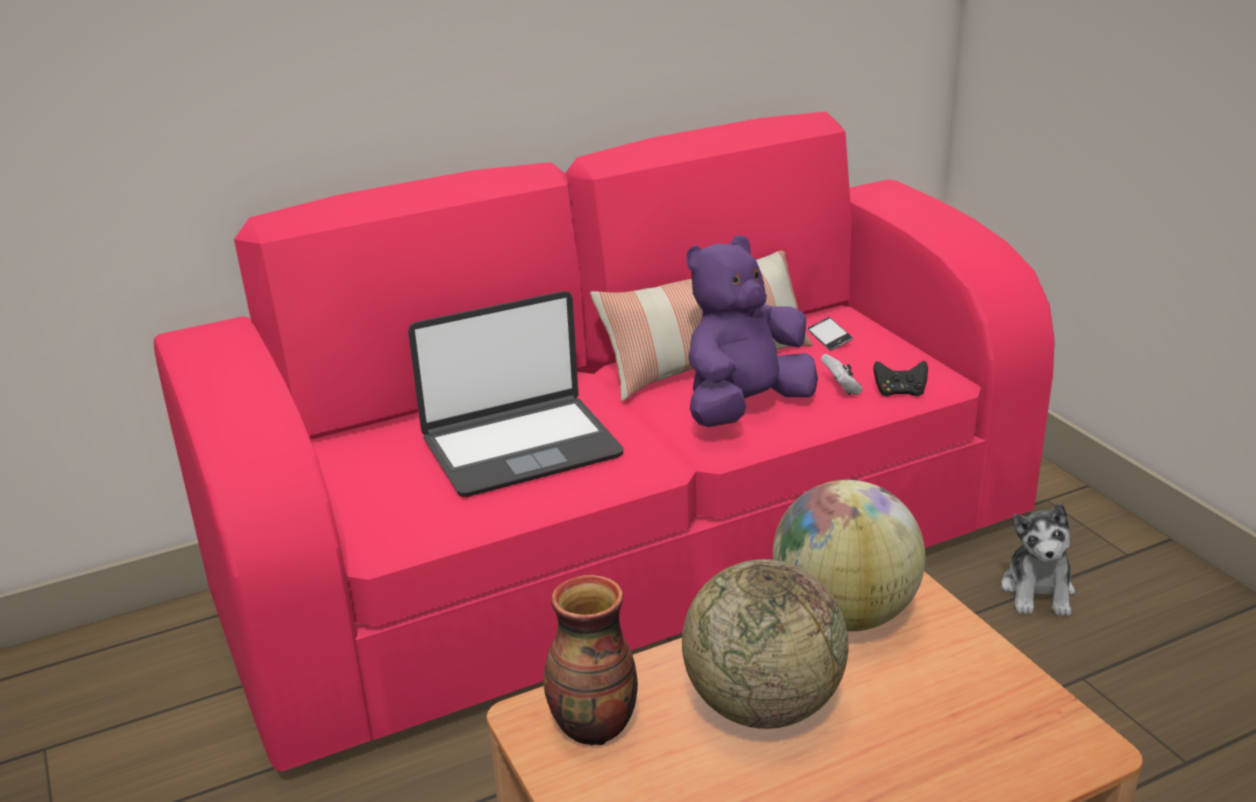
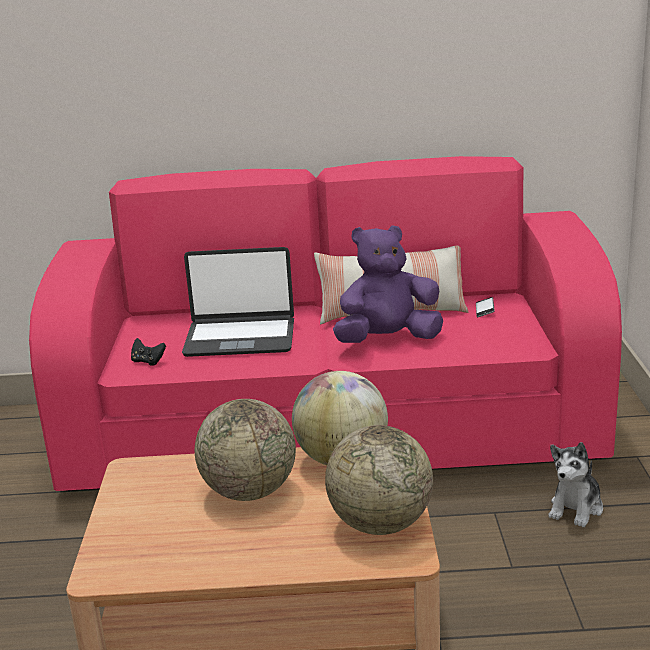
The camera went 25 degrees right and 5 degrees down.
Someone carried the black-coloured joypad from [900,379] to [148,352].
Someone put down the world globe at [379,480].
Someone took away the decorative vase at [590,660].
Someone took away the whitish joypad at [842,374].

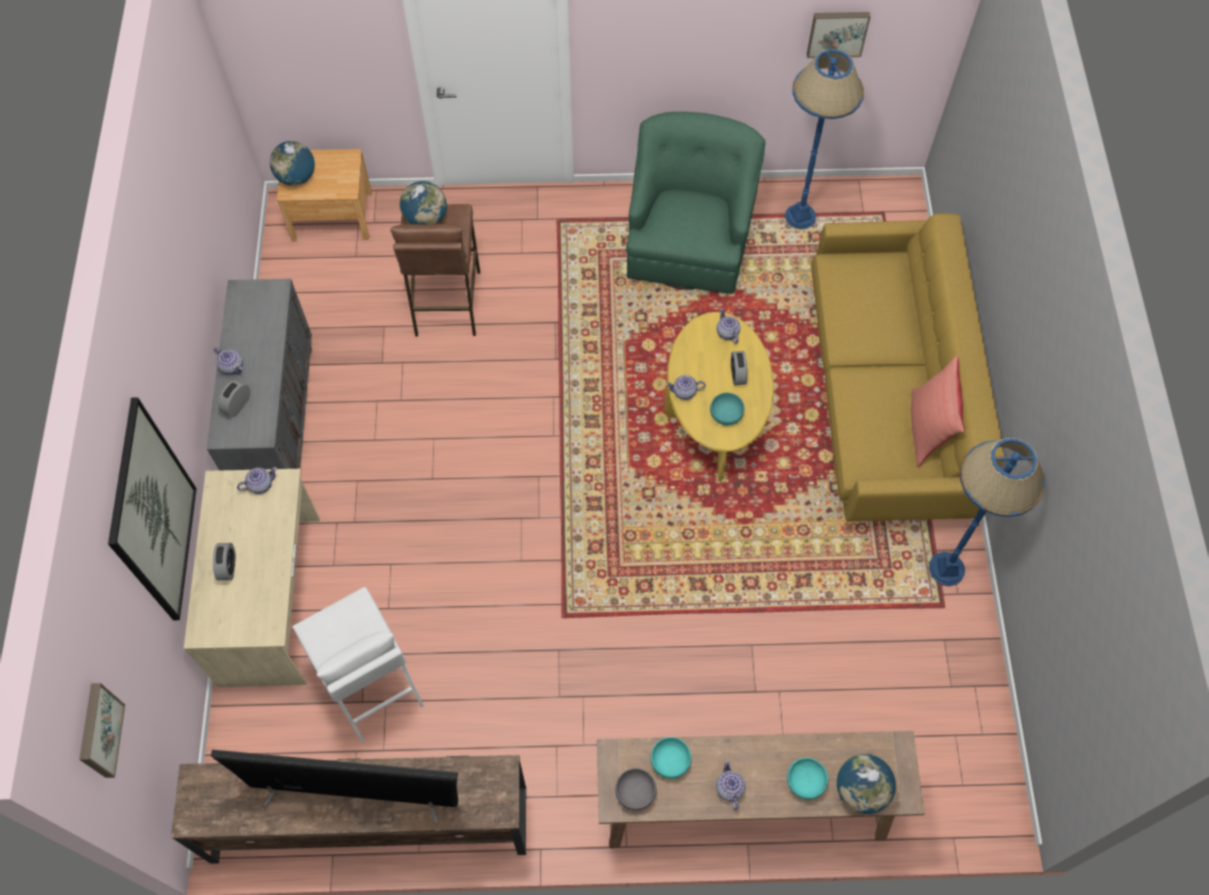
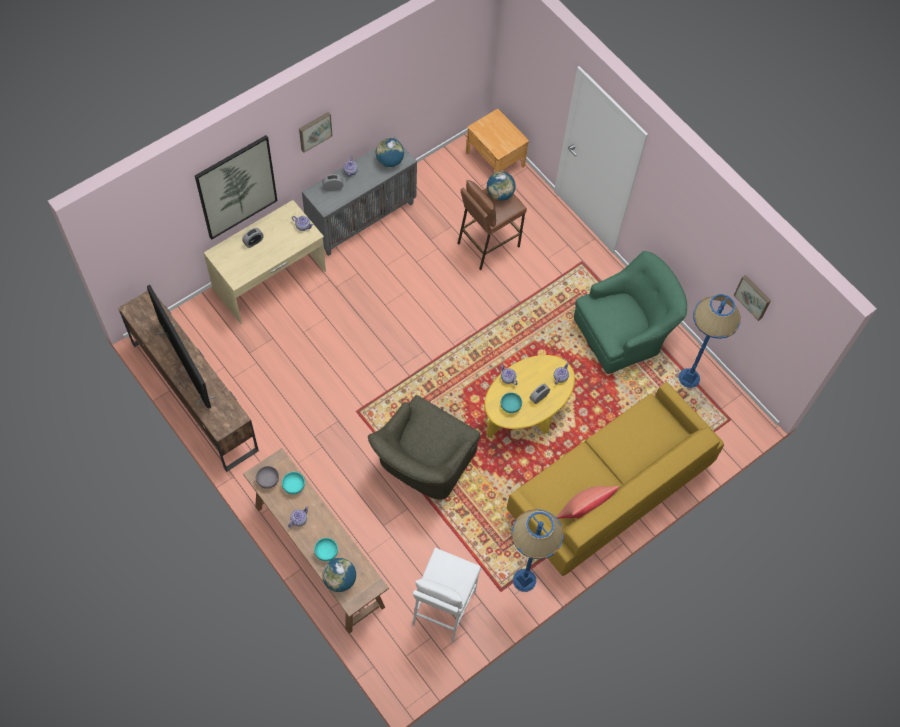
The camera went 50 degrees right and 0 degrees up.
Someone carried the wall picture from [102,730] to [315,132].
Someone put down the greenish easy chair at [424,447].
Someone carried the world globe from [292,163] to [390,152].
Someone carried the whitish sitting stool from [358,664] to [446,595].

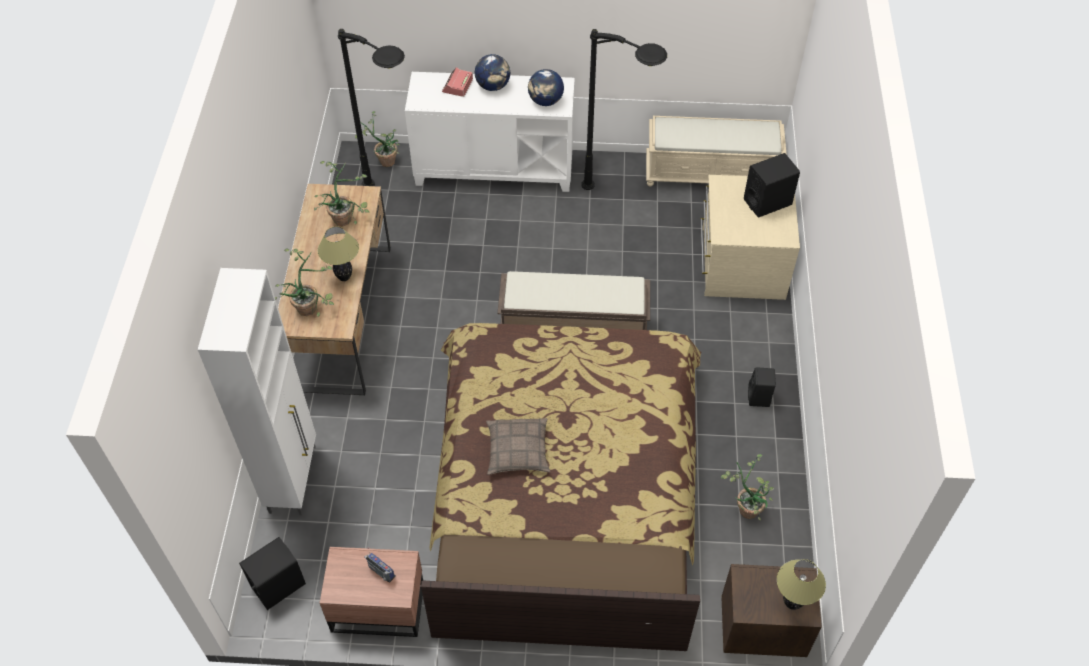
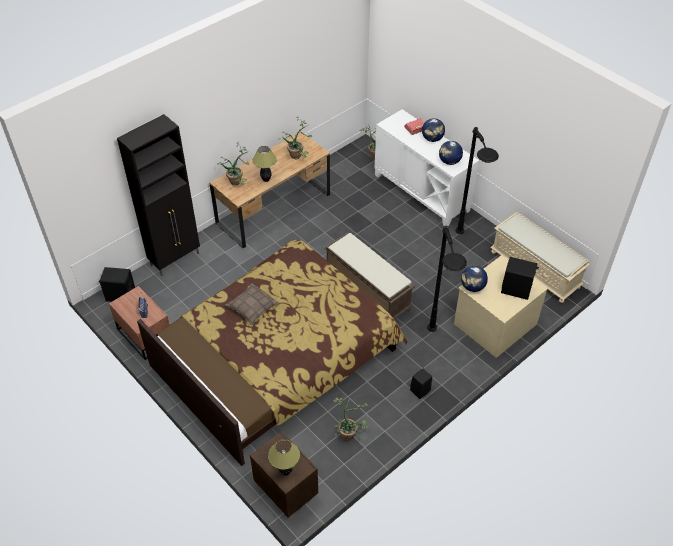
The camera went 45 degrees right and 5 degrees down.
Someone repainted the whitish cabinet at [257,391], which became the black-coloured cabinet at [158,195].
Someone carried the black-coloured floor lamp from [371,107] to [447,279].
Someone put down the world globe at [474,279].

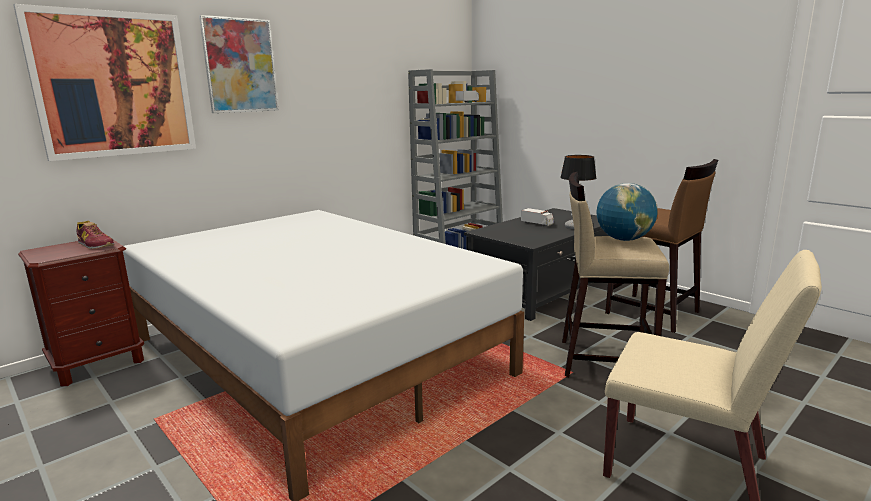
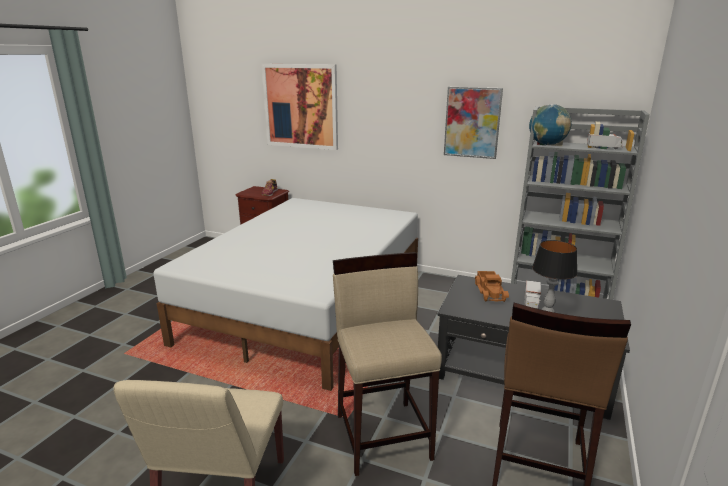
The camera went 65 degrees right and 5 degrees up.
Someone carried the wall picture from [238,64] to [473,123].
Someone put down the model truck at [492,286].
Someone carried the world globe from [627,212] to [550,124].

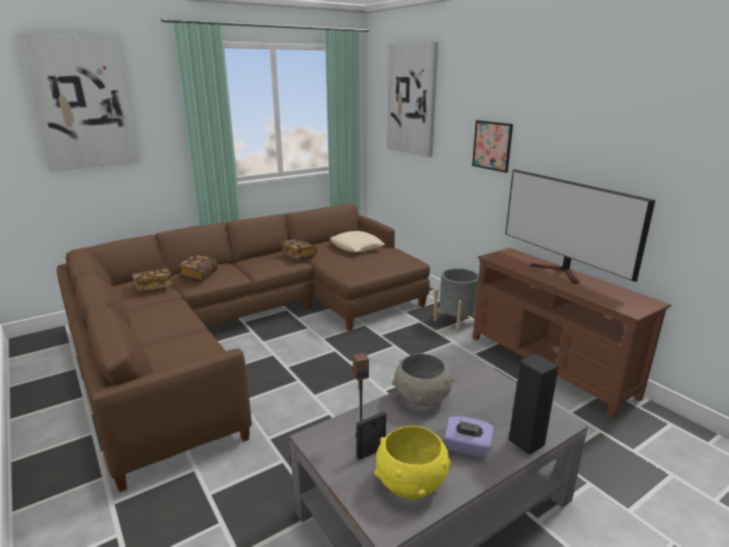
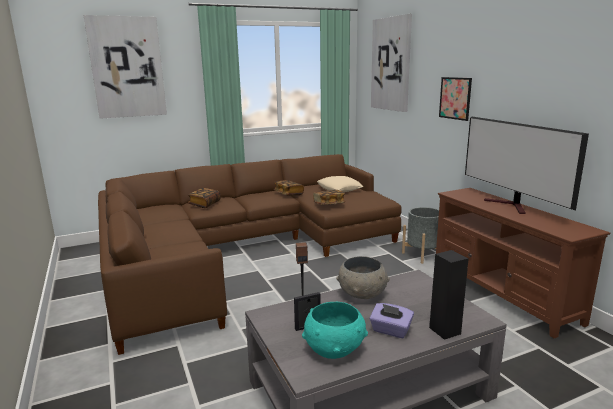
The camera went 10 degrees right and 5 degrees down.
Someone repainted the yellow-coloured deep dish at [412,462], which became the turquoise-coloured deep dish at [335,330].
Someone carried the volume from [152,279] to [329,197].

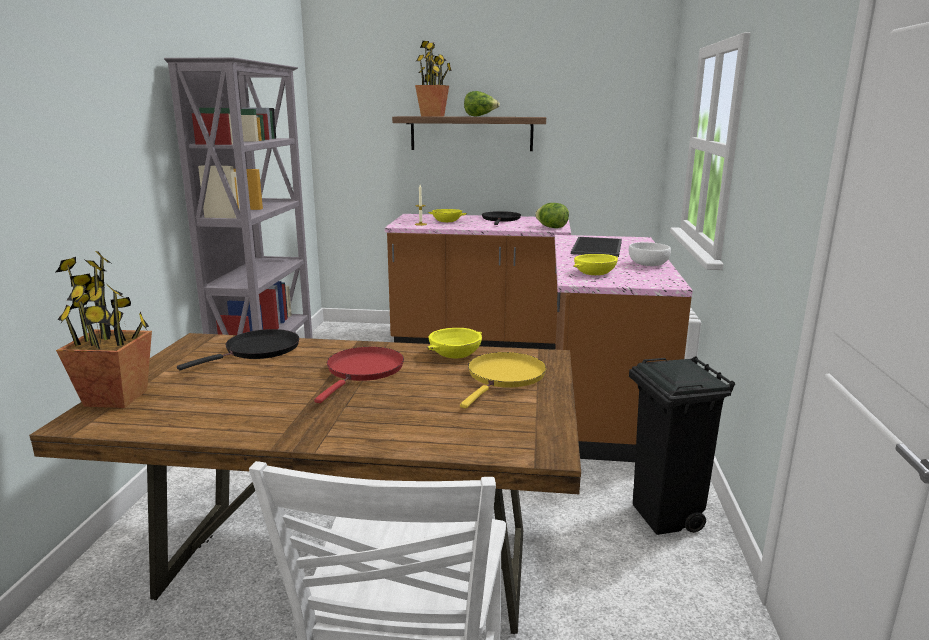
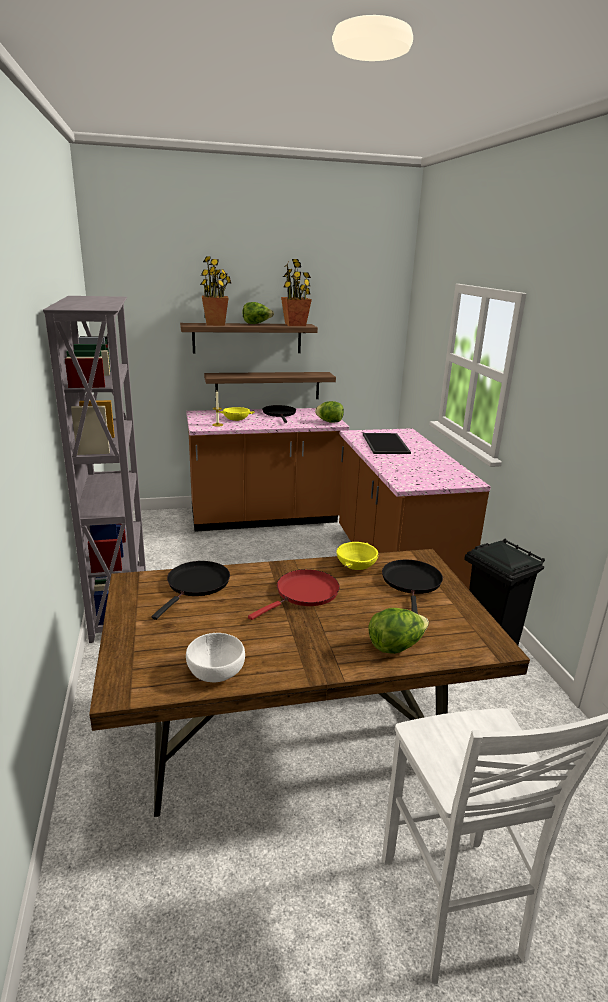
The camera went 20 degrees left and 5 degrees up.
Someone carried the whitish deep dish from [650,254] to [215,657].
Someone put up the wall shelf at [270,385].
Someone rotated the red pan at [359,375] by 45 degrees clockwise.
Someone carried the potted plant from [103,329] to [296,292].
Someone put down the head of lettuce at [399,631].
Someone repainted the yellow-coloured pan at [503,380], which became the black-coloured pan at [412,587].
Someone took away the yellow-coloured deep dish at [595,264].

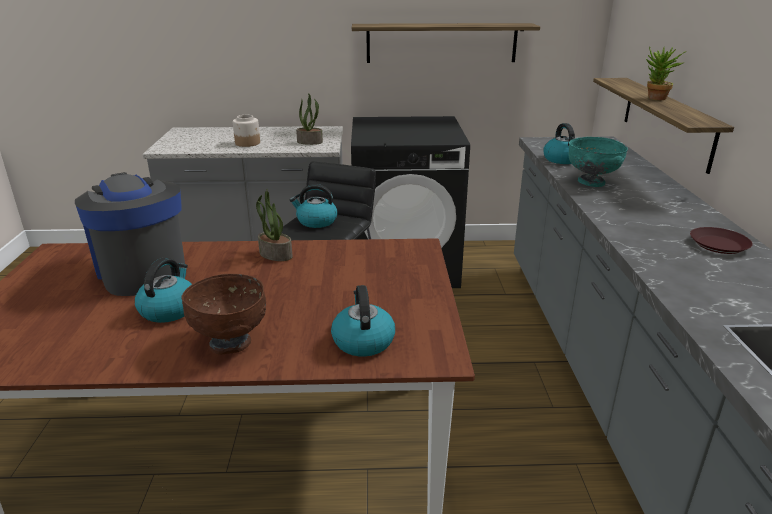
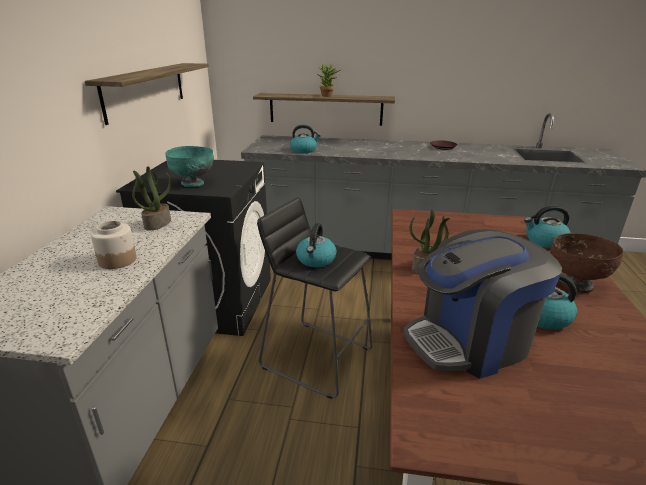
The camera went 80 degrees left and 0 degrees up.
Someone carried the turquoise-coloured deep dish from [598,162] to [189,166].

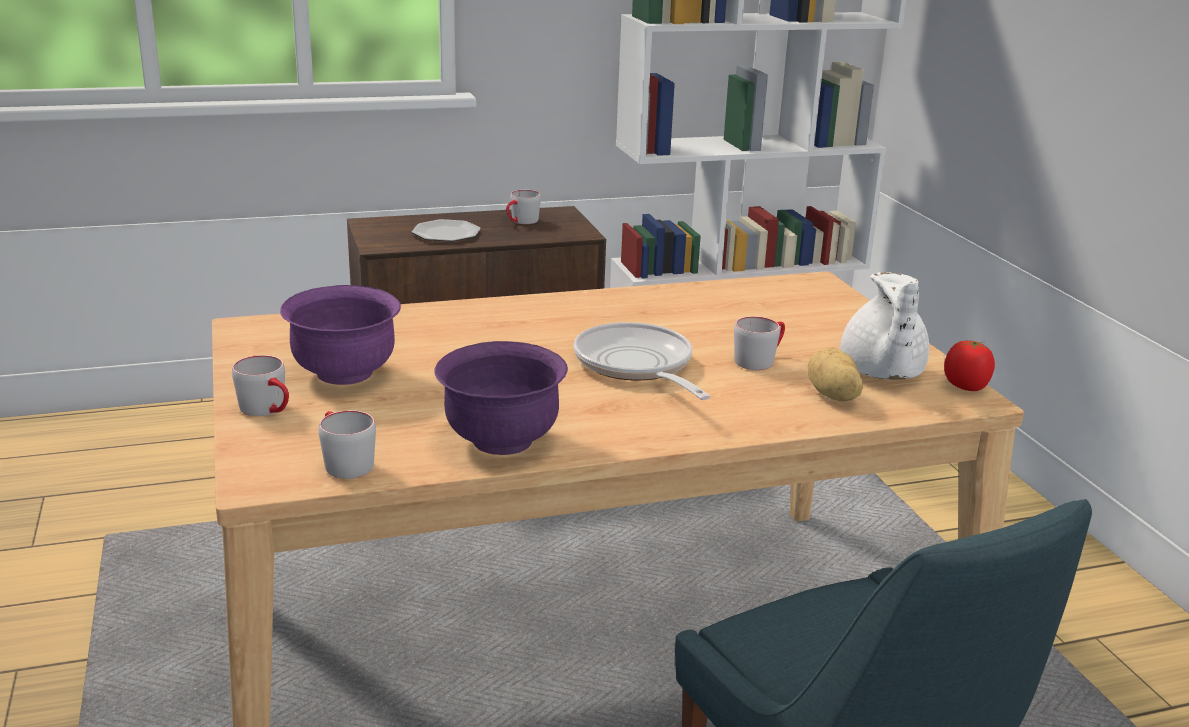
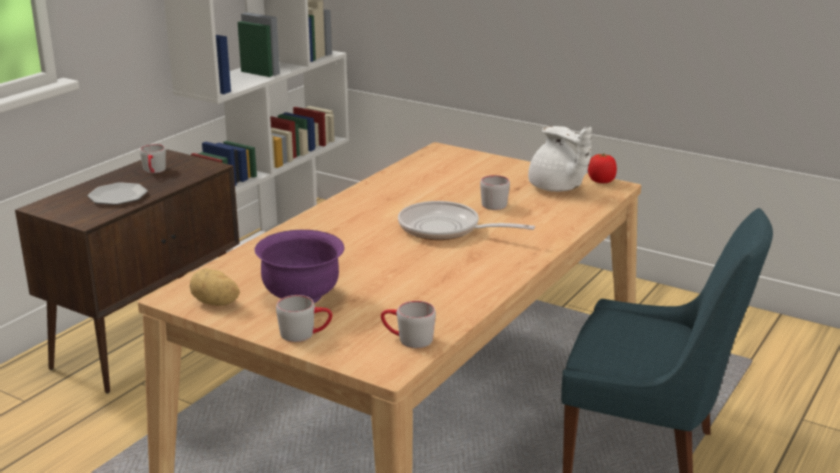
The camera went 40 degrees left and 0 degrees up.
Someone carried the potato from [835,374] to [215,287].
Someone took away the purplish deep dish at [501,398].

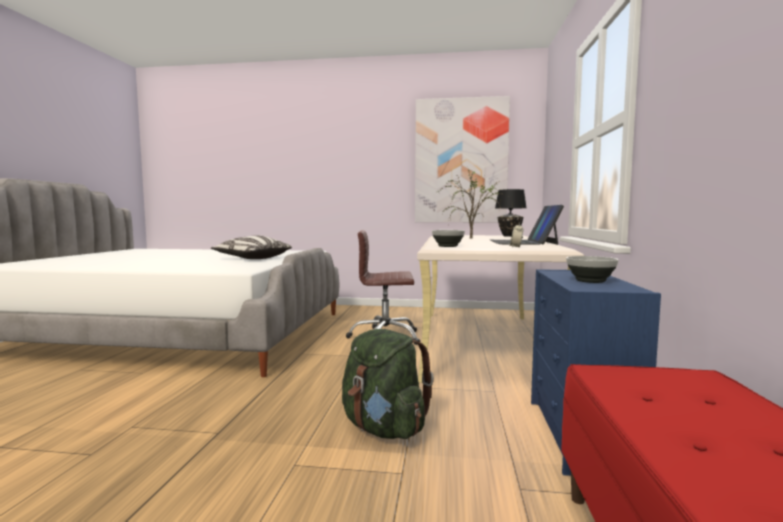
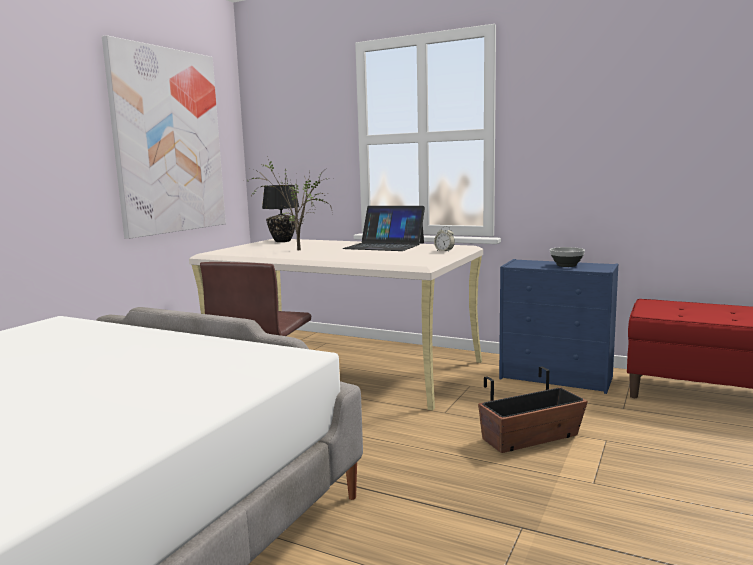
The camera went 70 degrees left and 5 degrees up.
Someone swapped the greenish knapsack at [388,384] for the planter at [533,410].
Someone took away the throw pillow at [251,247].
Someone took away the deep dish at [448,238].

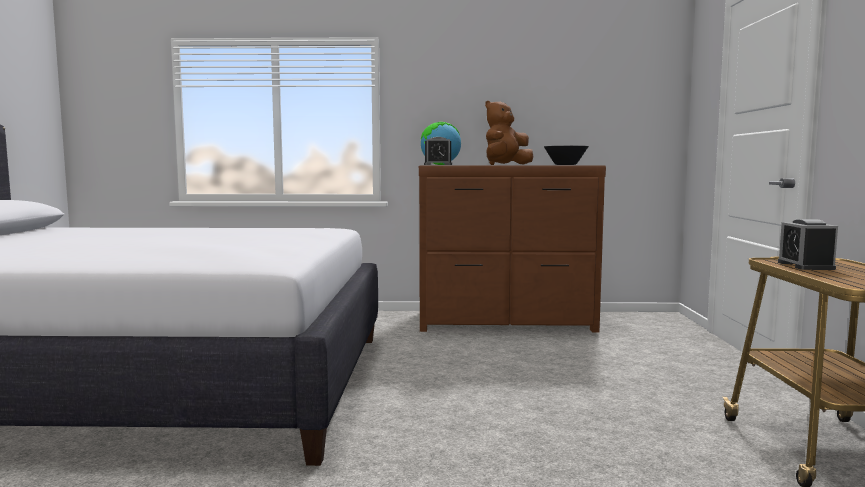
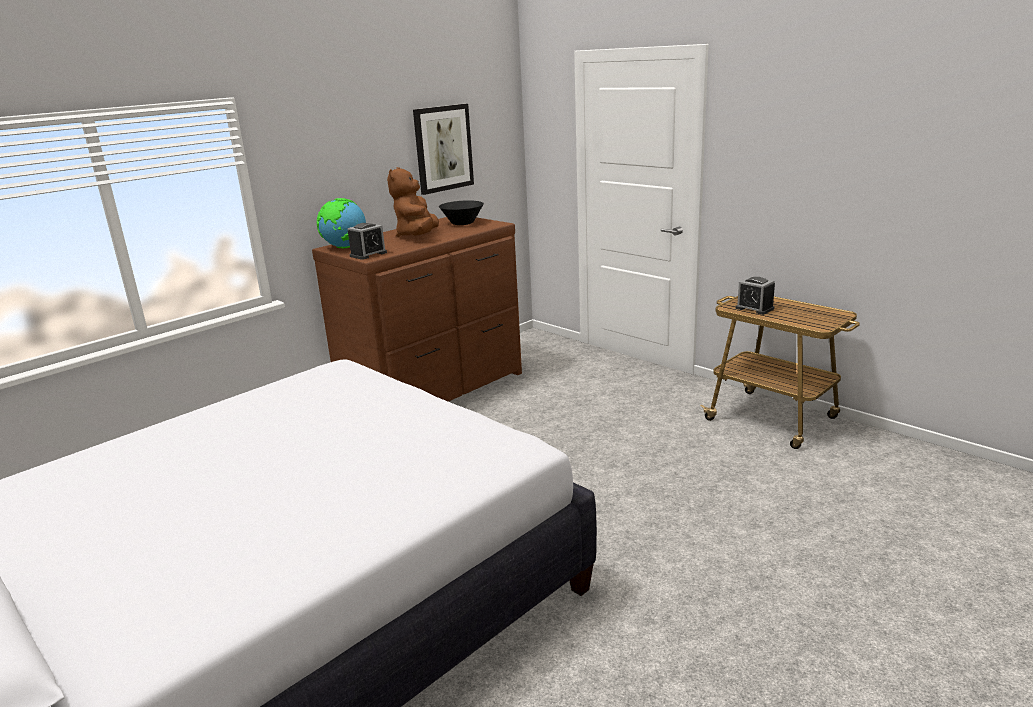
The camera went 45 degrees left and 15 degrees up.
Someone put up the wall picture at [443,149].

